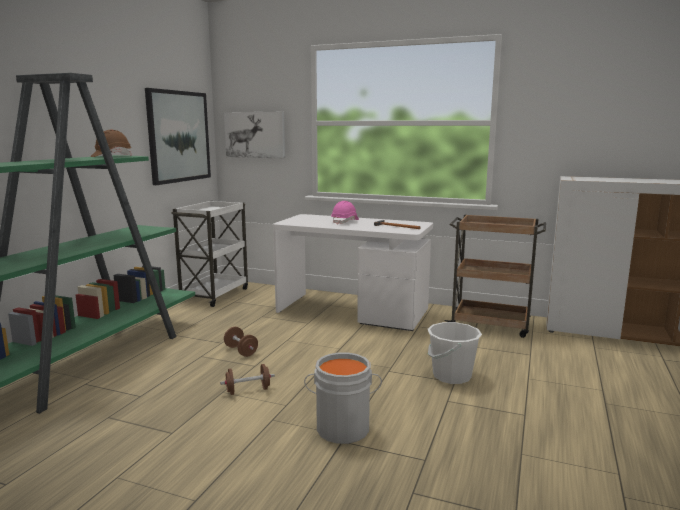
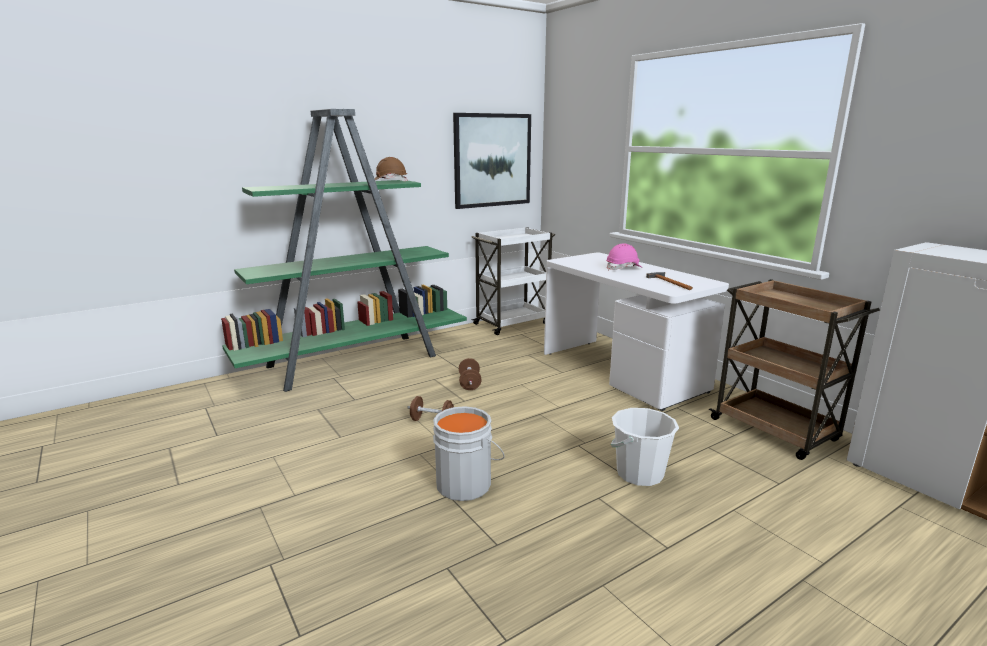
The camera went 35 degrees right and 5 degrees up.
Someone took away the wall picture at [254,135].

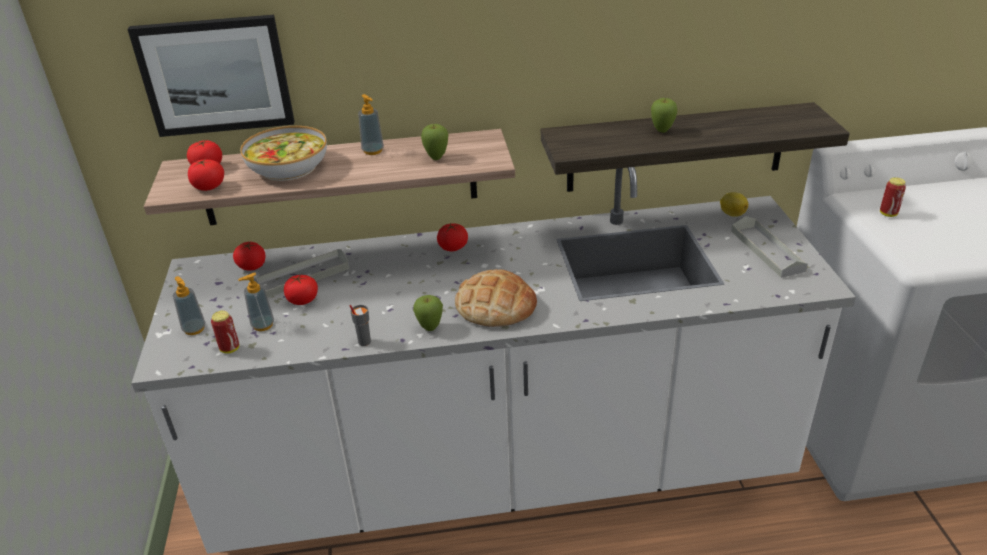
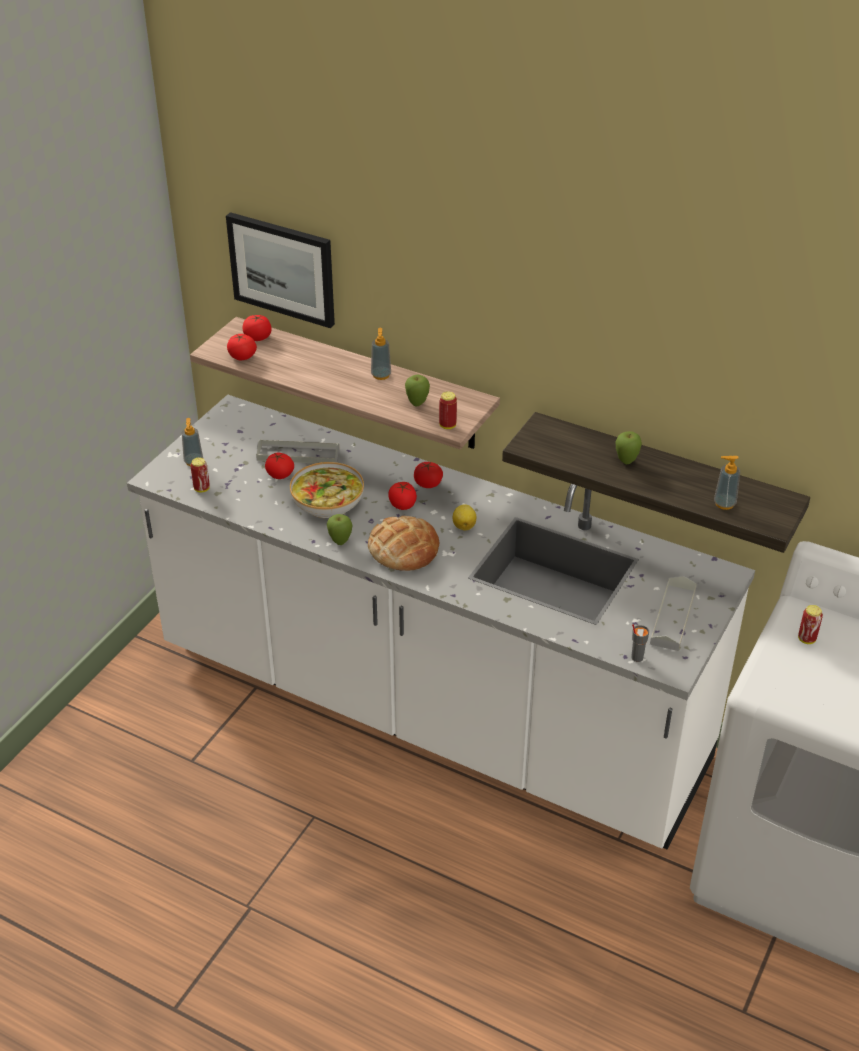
The camera went 35 degrees right and 5 degrees up.
Someone carried the deep dish from [283,153] to [327,490].
Someone carried the fresh tomato from [249,256] to [402,496].
Someone put down the metal can at [448,410].
Someone carried the citrus fruit from [734,204] to [465,517].
Someone carried the greyish small cup from [360,325] to [640,643].
Someone carried the liquid soap bottle from [256,301] to [727,483].

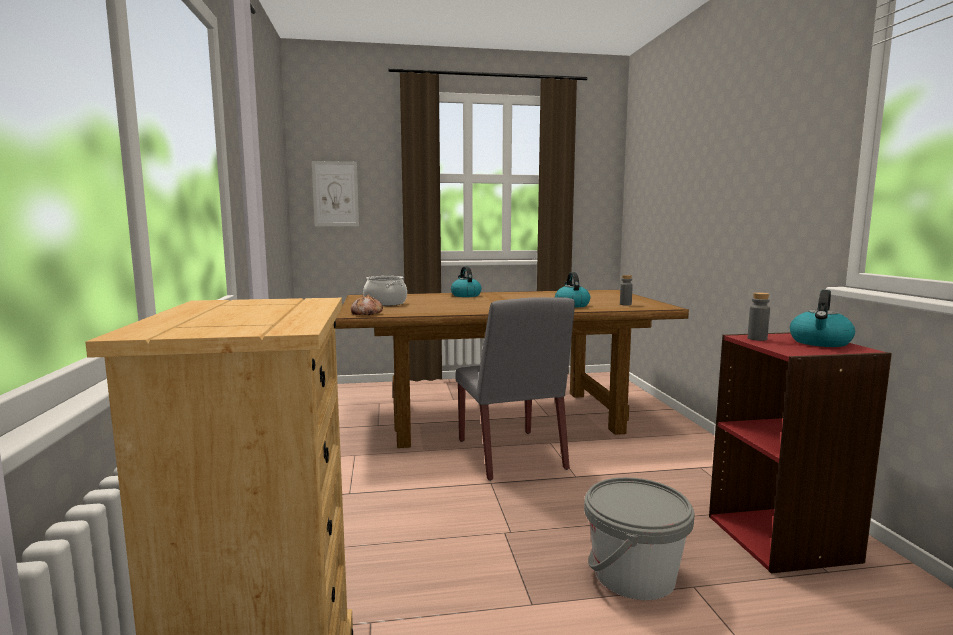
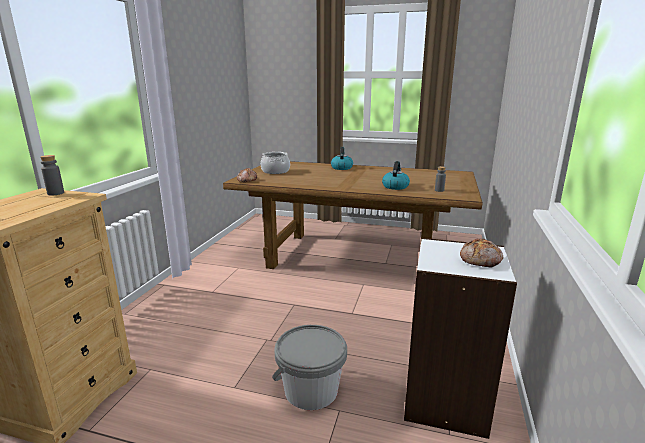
The camera went 25 degrees right and 10 degrees up.
Someone carried the greyish drink bottle from [759,316] to [52,175].
Someone repainted the red bookshelf at [800,453], which became the whitish bookshelf at [460,338].
Someone swapped the water kettle at [822,318] for the bakery bread at [481,253].
Someone took away the wall picture at [335,193].
Someone took away the greyish plain chair at [515,389].

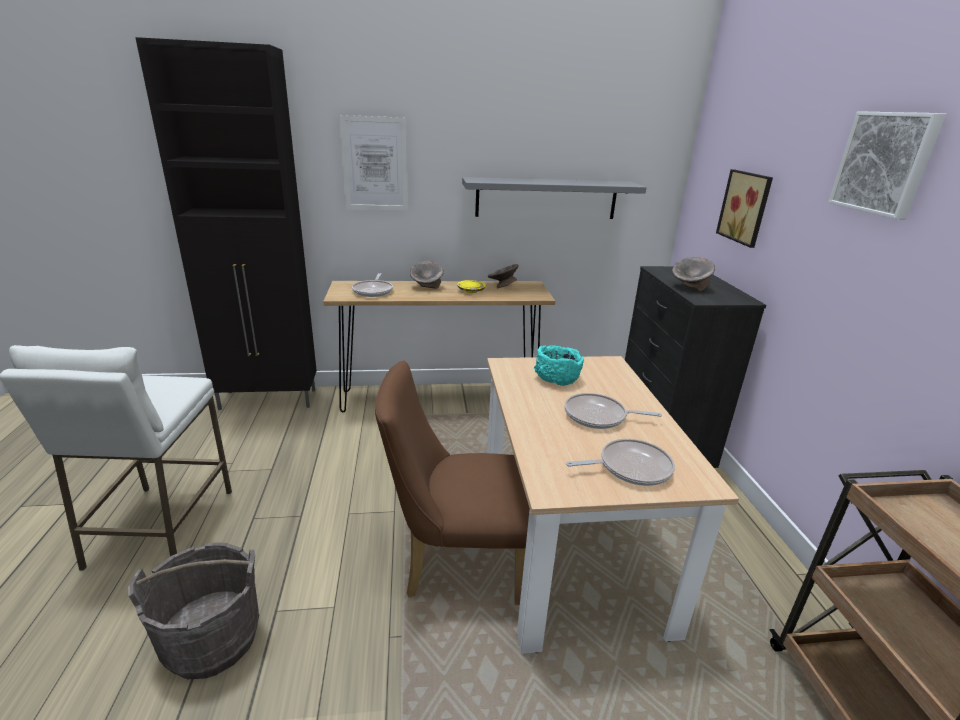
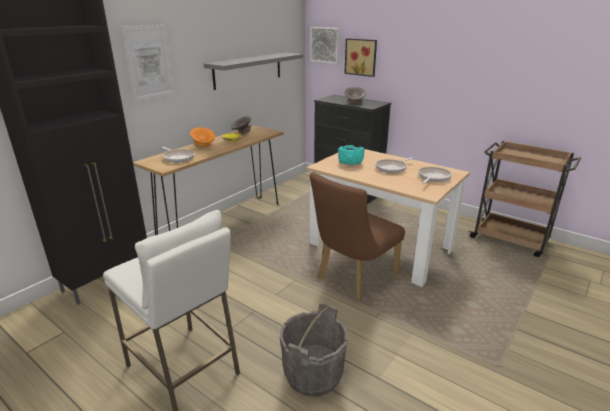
The camera went 45 degrees left and 0 degrees up.
Someone repainted the greyish deep dish at [427,275], which became the orange deep dish at [202,137].
Someone carried the wall picture from [887,165] to [325,45].

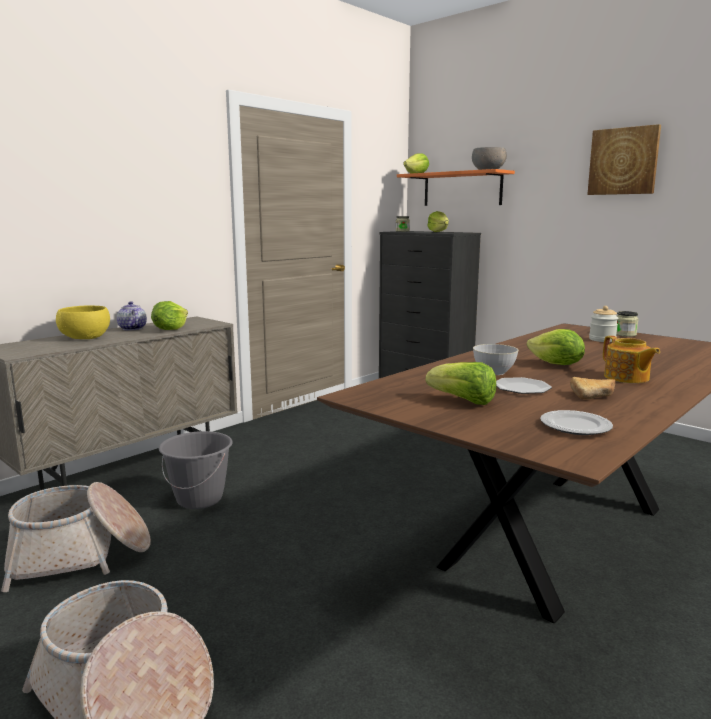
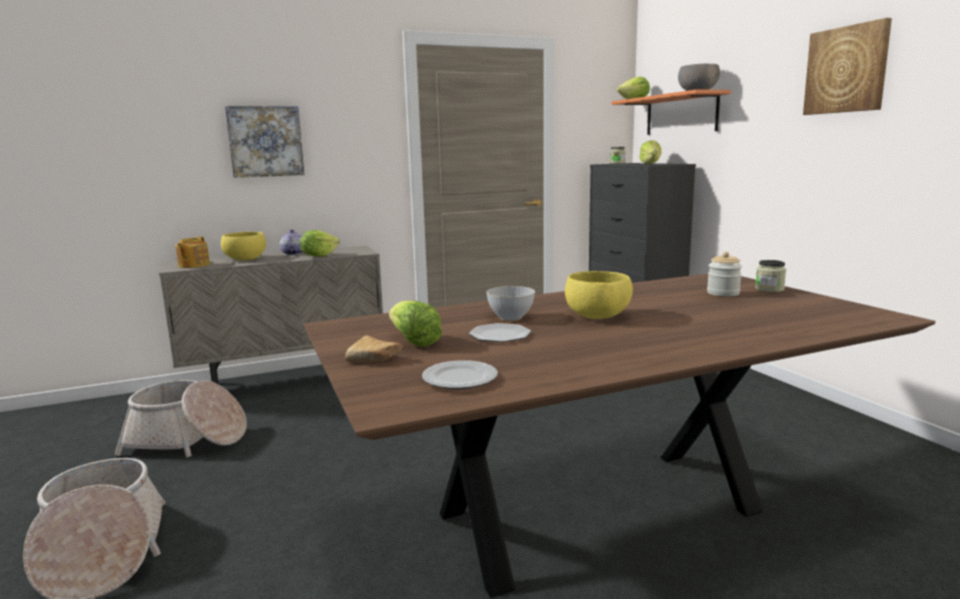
The camera went 25 degrees right and 0 degrees up.
Someone carried the tea pot from [631,359] to [192,252].
Someone put up the wall picture at [264,142].
Someone carried the bakery bread from [592,388] to [374,349].
Someone swapped the head of lettuce at [556,347] for the yellow-coloured deep dish at [599,295].
Someone took away the greyish water bucket at [195,470].

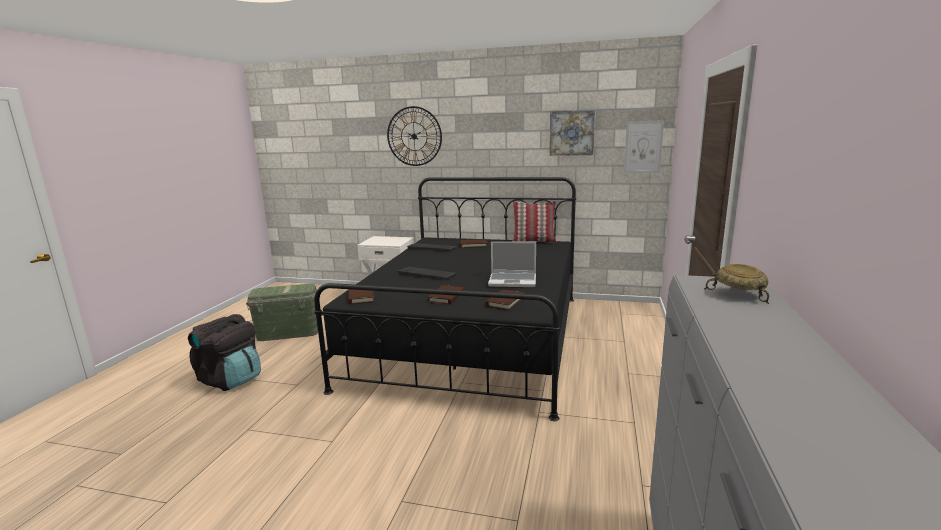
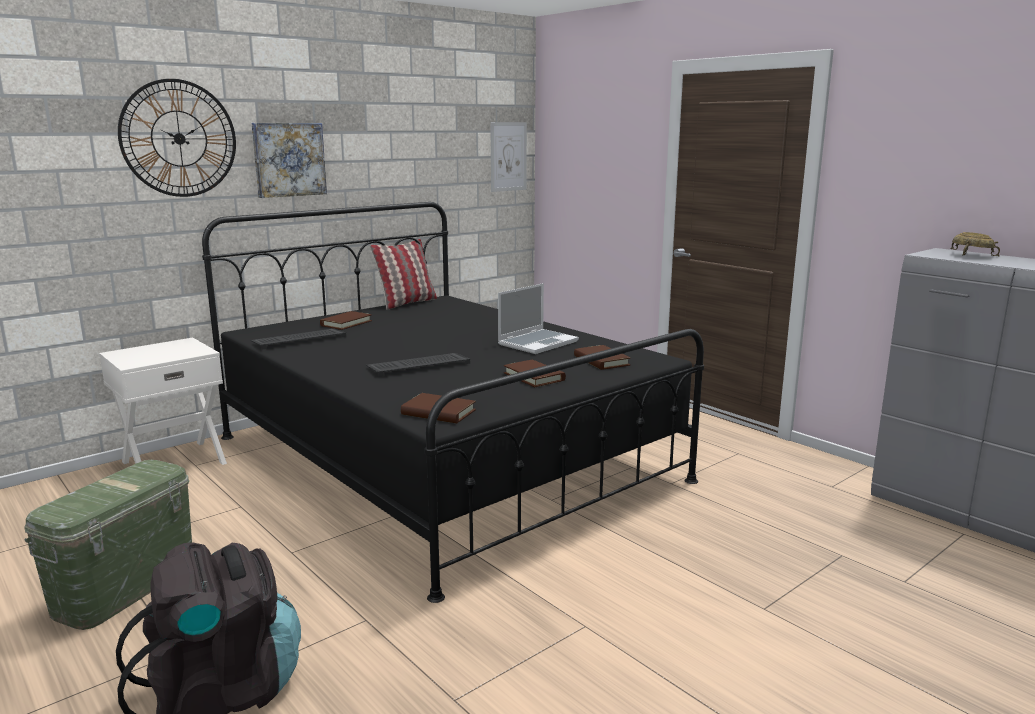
The camera went 55 degrees left and 0 degrees up.
Someone carried the wall picture from [572,133] to [289,160].

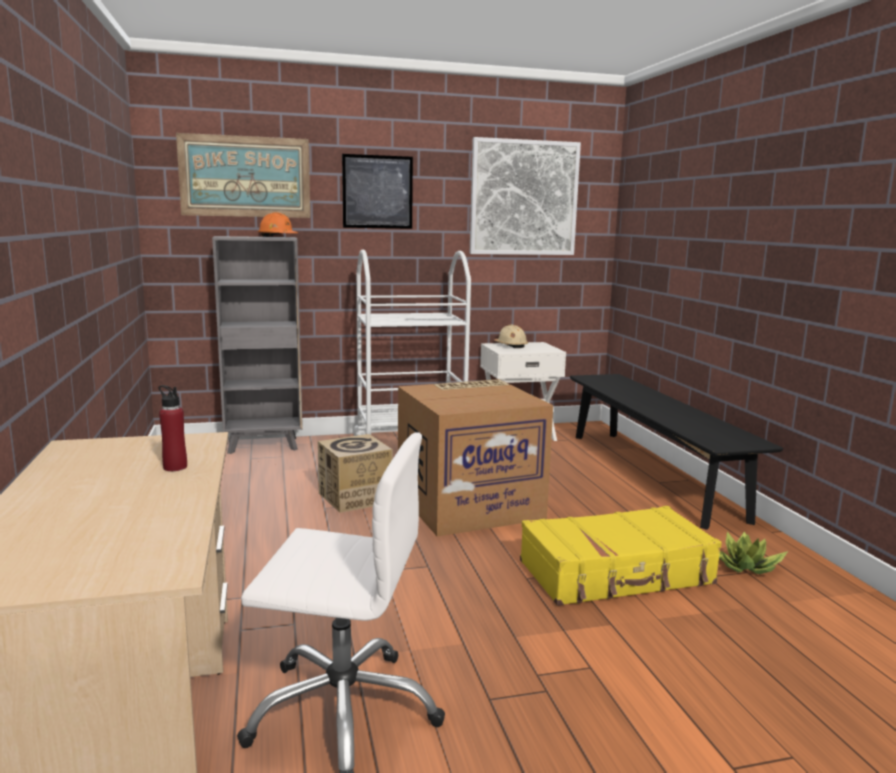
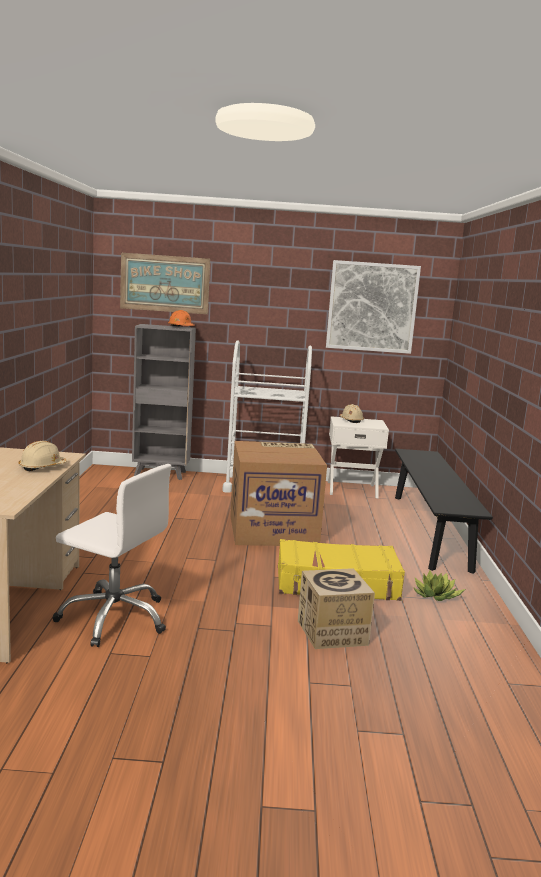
The camera went 15 degrees right and 0 degrees up.
Someone swapped the red drink bottle at [173,428] for the sand-coloured safety helmet at [43,456].
Someone carried the cardboard box from [355,473] to [336,608].
Someone took away the wall picture at [377,191].

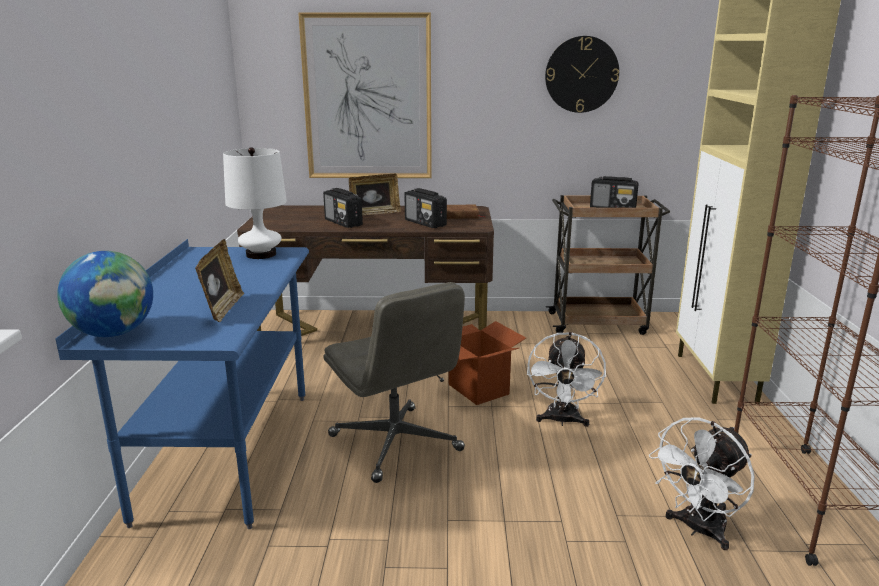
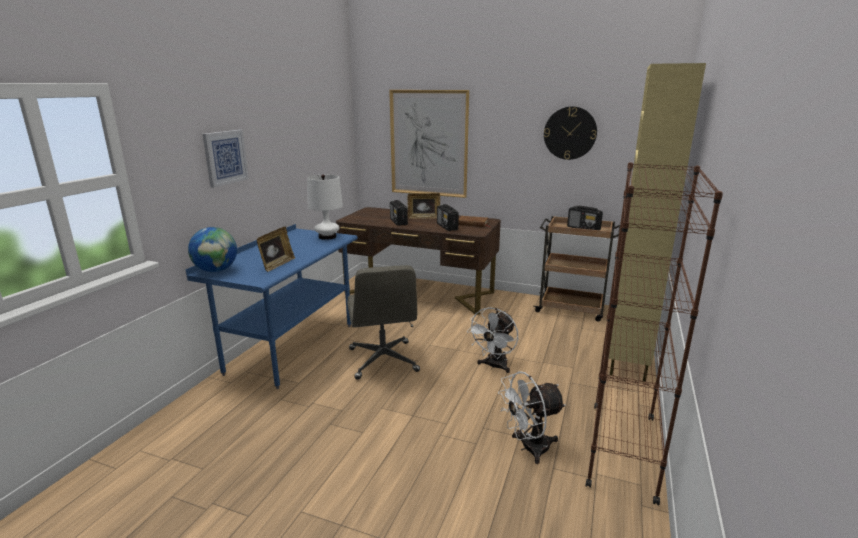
The camera went 20 degrees right and 0 degrees up.
Someone put up the wall picture at [225,159].
Someone took away the cardboard box at [487,363].

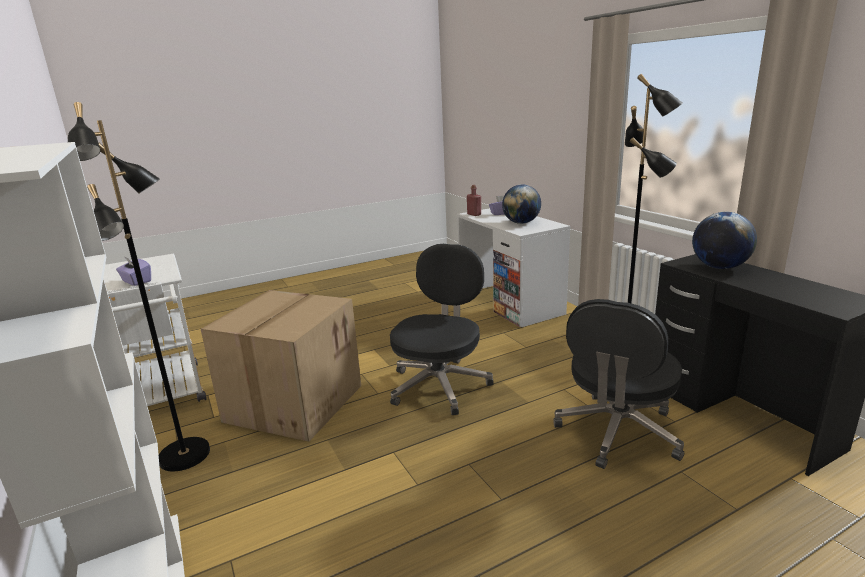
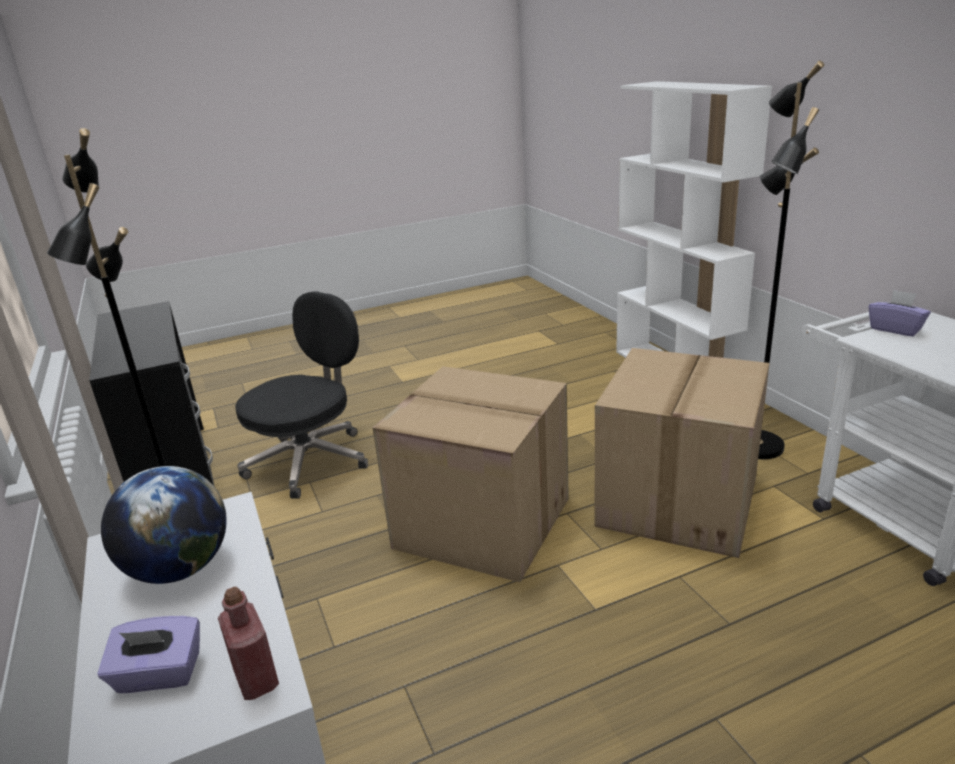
The camera went 175 degrees left and 5 degrees up.
Someone swapped the black-coloured office chair at [442,329] for the cardboard box at [471,474].
Someone took away the world globe at [724,240].

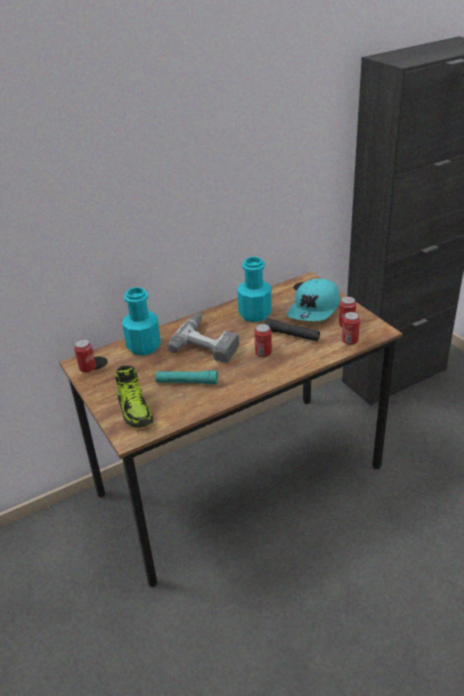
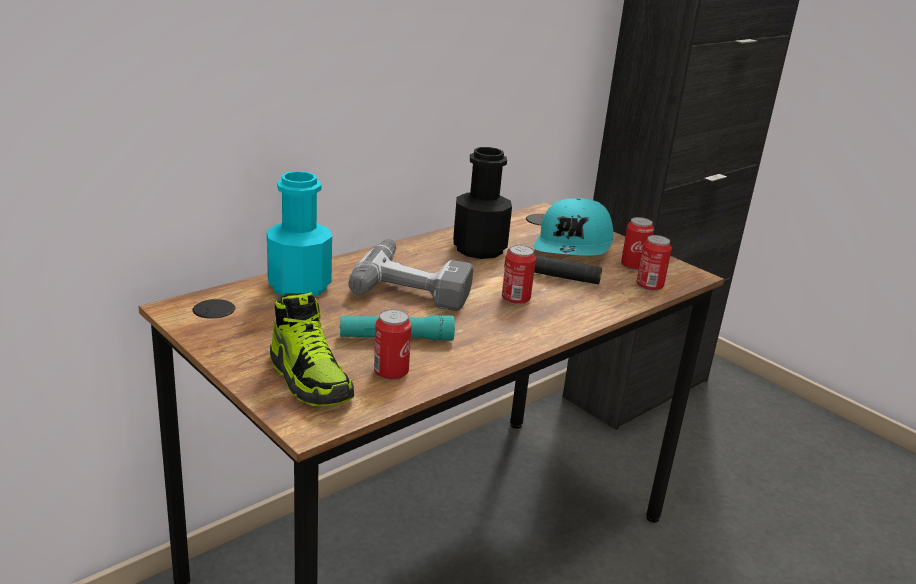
The camera went 15 degrees left and 10 degrees down.
Someone carried the metal can from [85,356] to [393,344].
Someone repainted the turquoise-coloured drink bottle at [254,289], which became the black-coloured drink bottle at [482,203].

